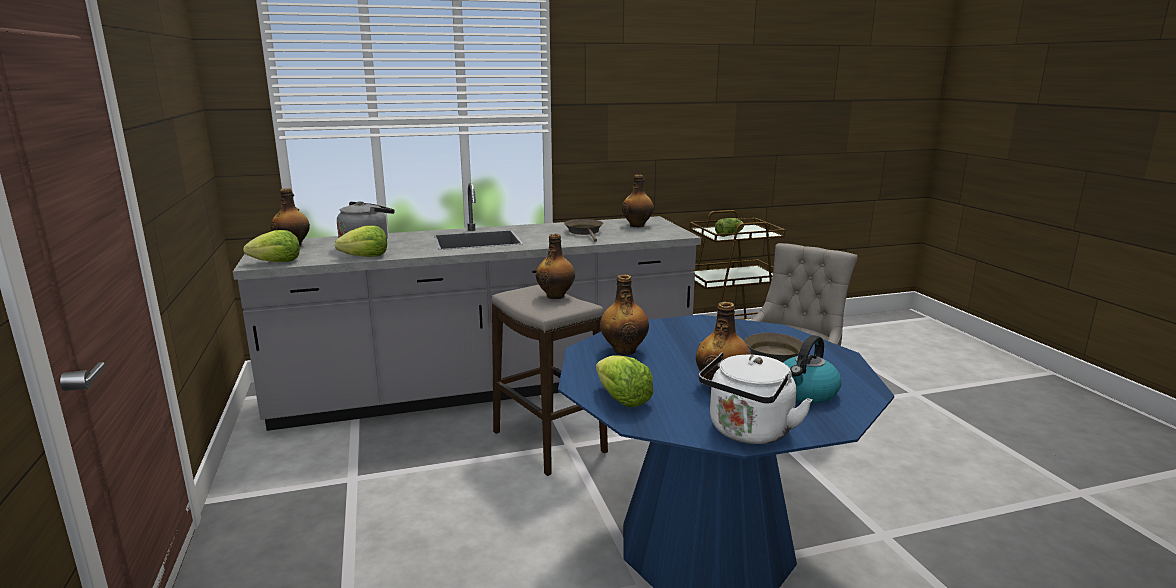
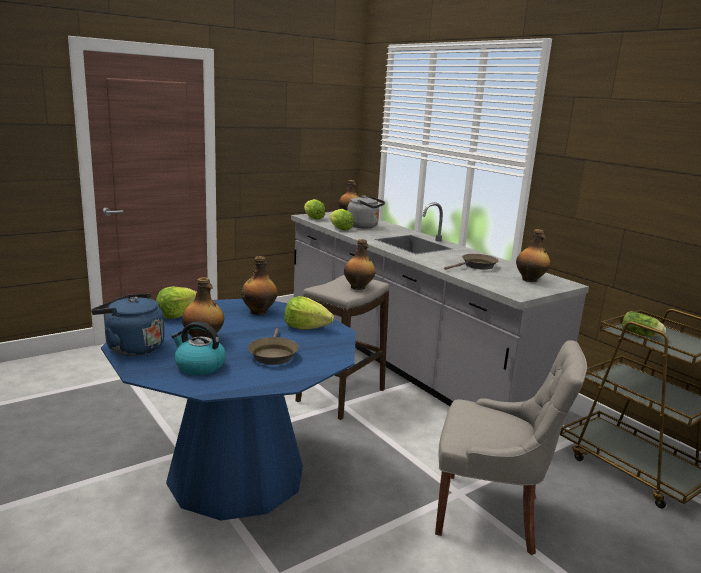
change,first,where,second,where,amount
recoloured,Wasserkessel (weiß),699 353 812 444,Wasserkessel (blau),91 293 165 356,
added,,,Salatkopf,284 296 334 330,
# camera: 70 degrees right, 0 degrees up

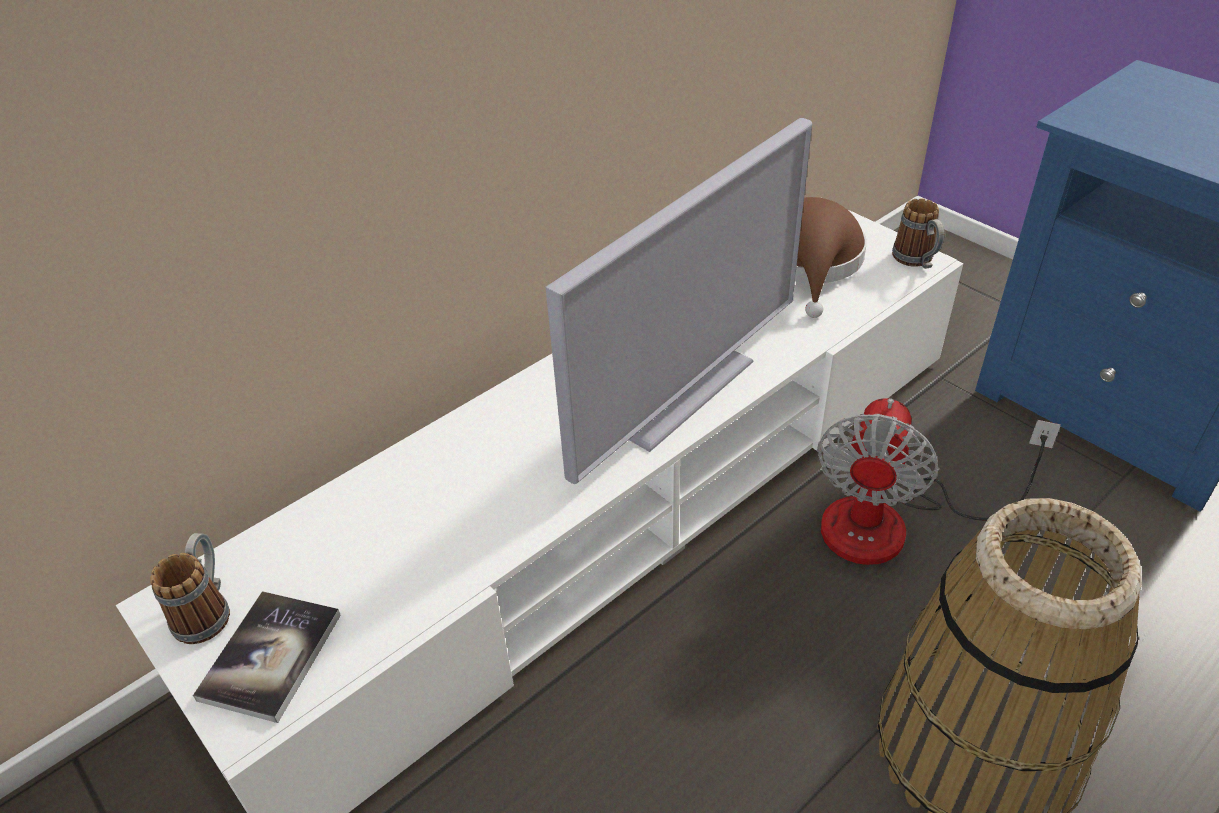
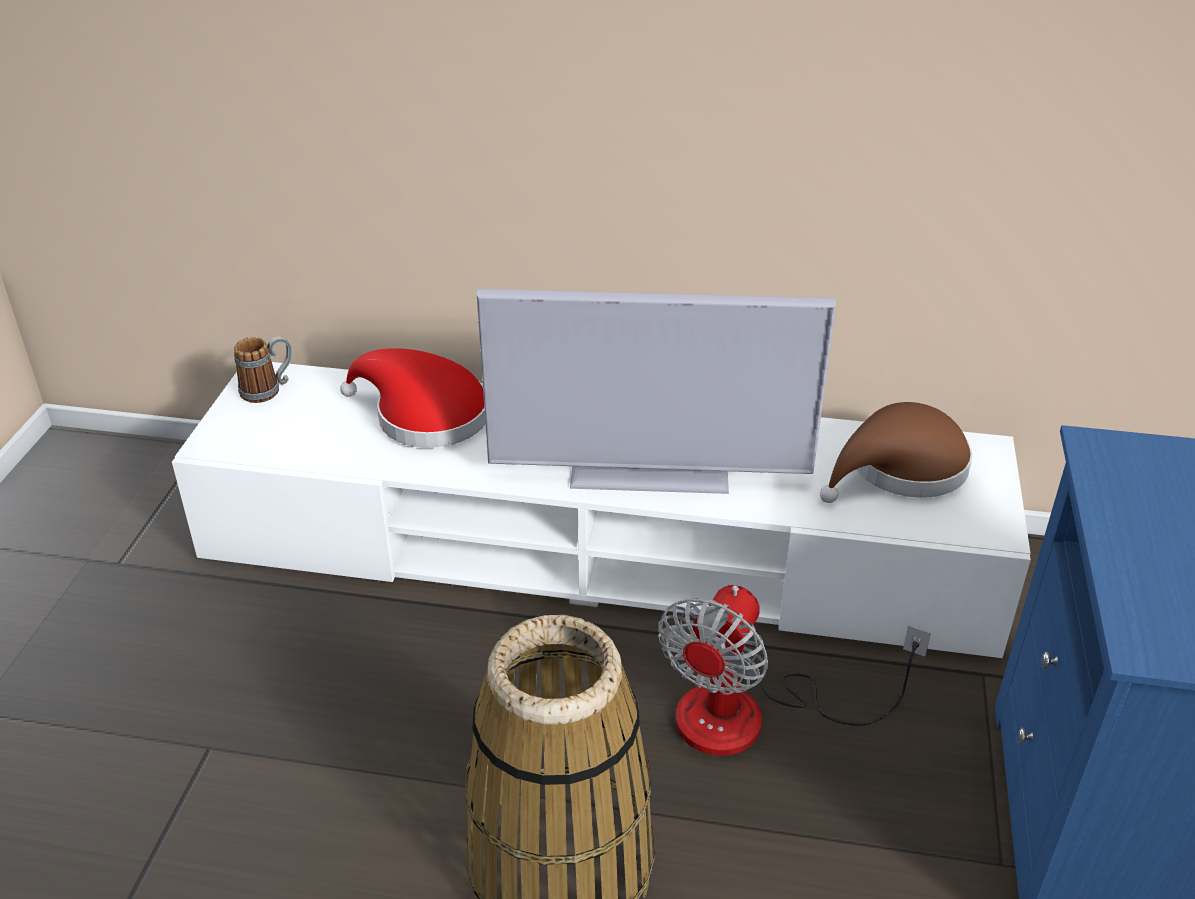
change,first,where,second,where,amount
added,,,Hut (rot),340 348 485 448,
turned,Ventilator,817 398 1061 565,,658 585 931 756,45 degrees counterclockwise
removed,Buch,193 591 341 723,,,
removed,Henkelbecher,892 198 944 269,,,
# camera: 50 degrees right, 5 degrees down

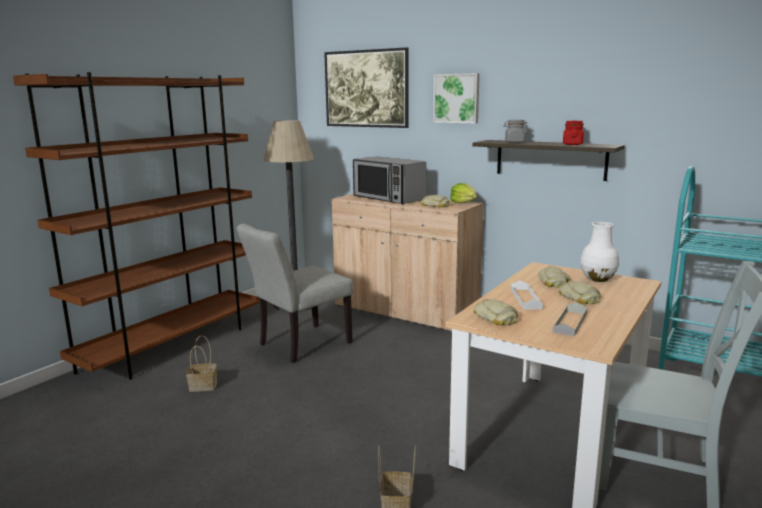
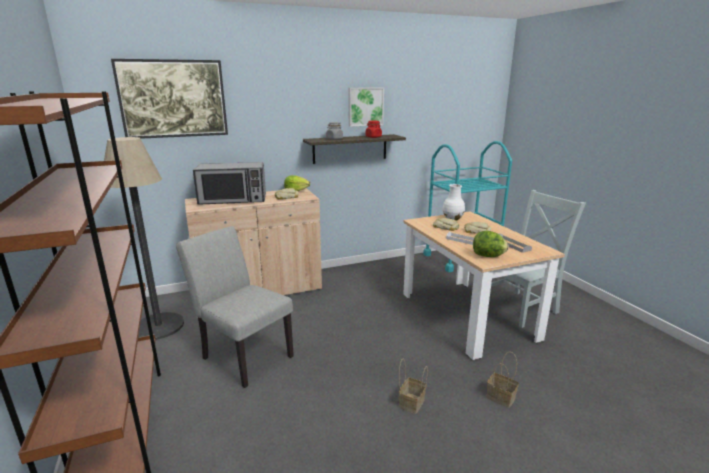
change,first,where,second,where,amount
turned,Stuhl (grau),237 224 353 363,,176 226 294 388,135 degrees clockwise
moved,Bild,433 73 480 124,,348 87 384 127,
moved,Korb,186 335 217 392,,399 359 428 414,
replaced,Brot,473 299 518 326,Salatkopf,473 231 509 257,
# camera: 55 degrees left, 5 degrees up

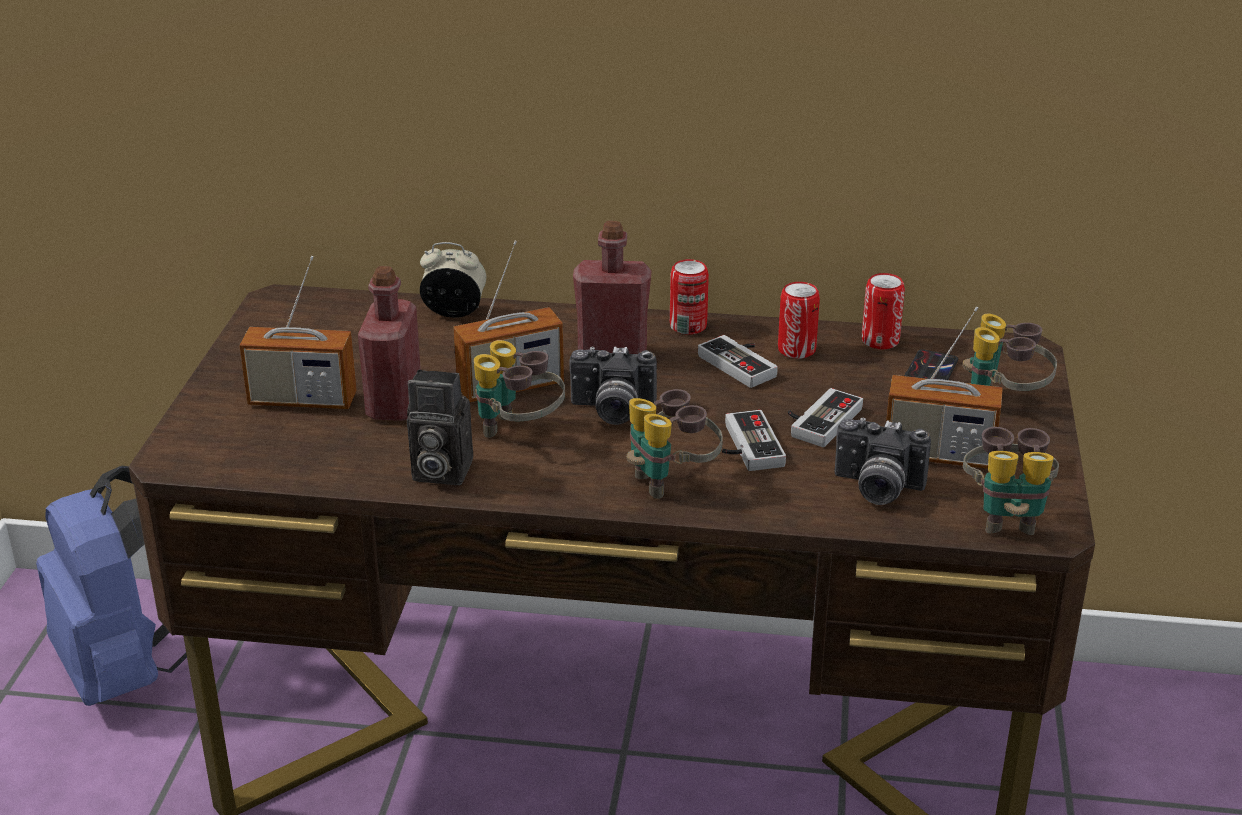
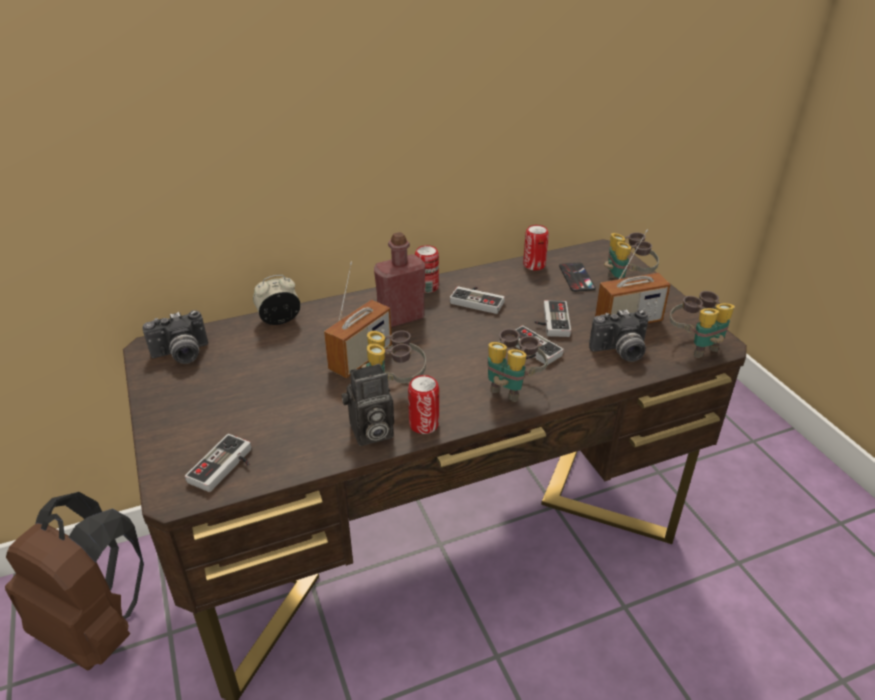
change,first,where,second,where,amount
recoloured,Rucksack (blau),36 466 187 706,Rucksack (braun),5 492 144 670,
moved,Kamera,569 347 657 425,,143 310 208 364,
added,,,Gamepad,185 434 251 492,
moved,Dose,778 282 820 359,,408 375 439 434,
removed,Radio,239 256 357 409,,,
removed,Flasche (rot),358 266 421 421,,,
# camera: 30 degrees left, 5 degrees up

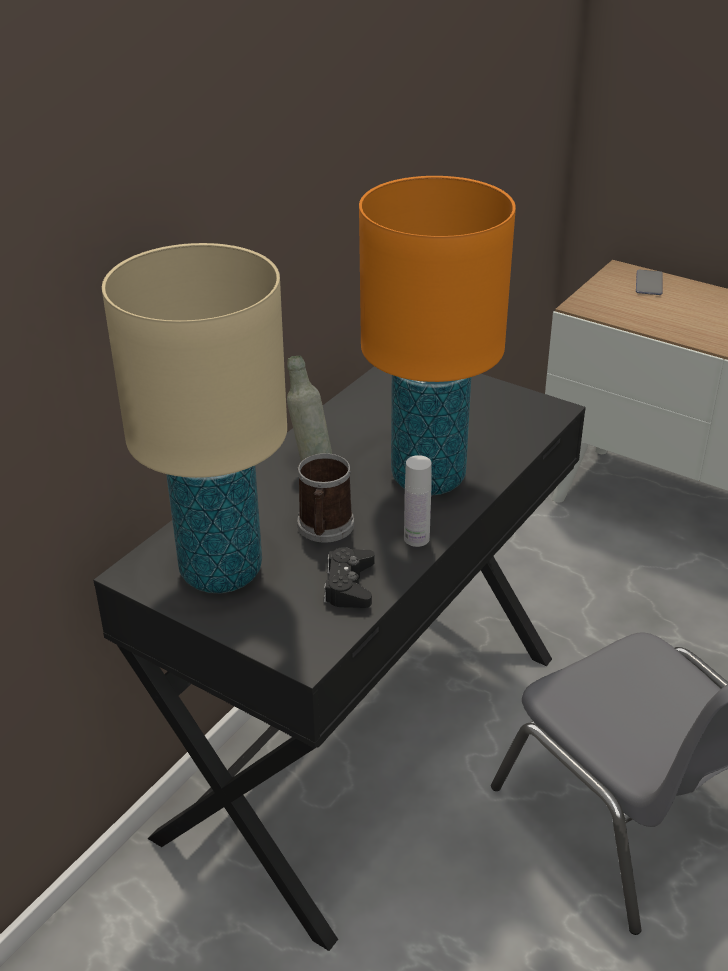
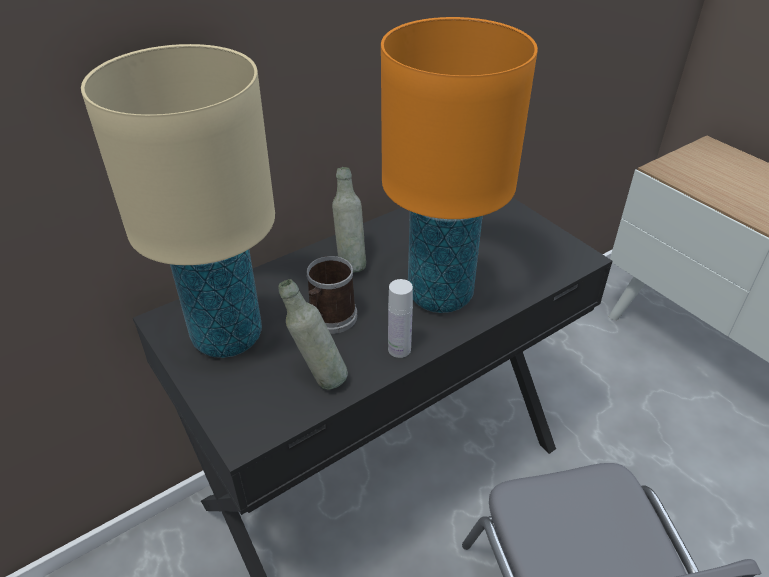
change,first,where,second,where,amount
replaced,Gamepad (schwarz),323 547 375 608,Flasche (grau),278 279 348 390,
removed,Handy,636 270 663 295,,,
# camera: 20 degrees right, 5 degrees up

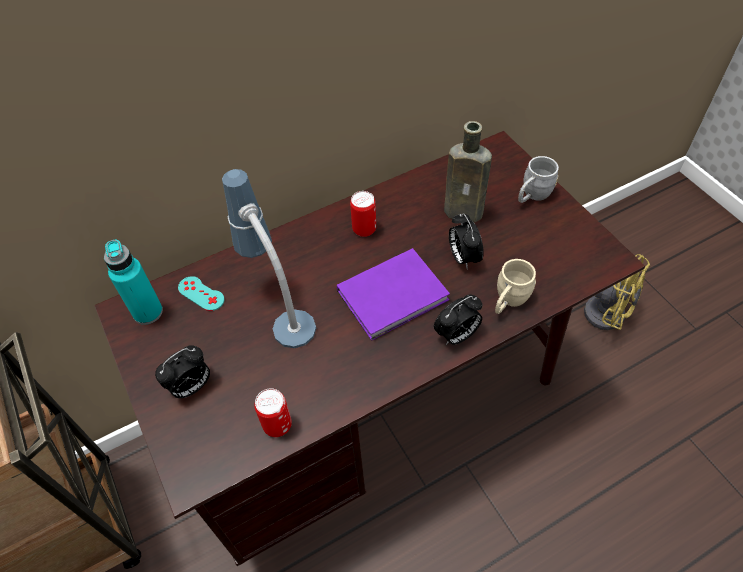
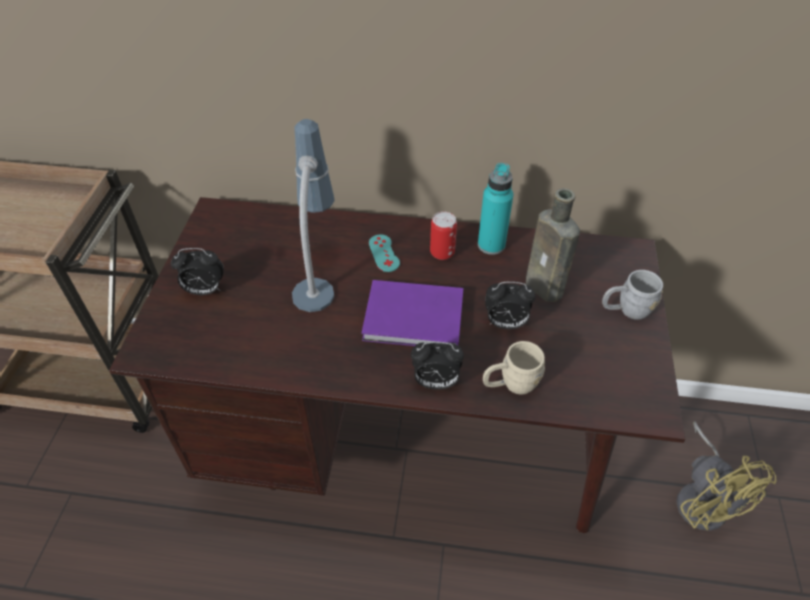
change,first,where,second,where,amount
moved,Gamepad (türkis),178 276 225 311,,369 234 400 272,
moved,Flasche (türkis),104 240 163 325,,478 163 513 255,
turned,Wecker,449 213 484 270,,485 282 535 329,105 degrees counterclockwise
removed,Dose,254 388 292 437,,,
# camera: 35 degrees right, 5 degrees down

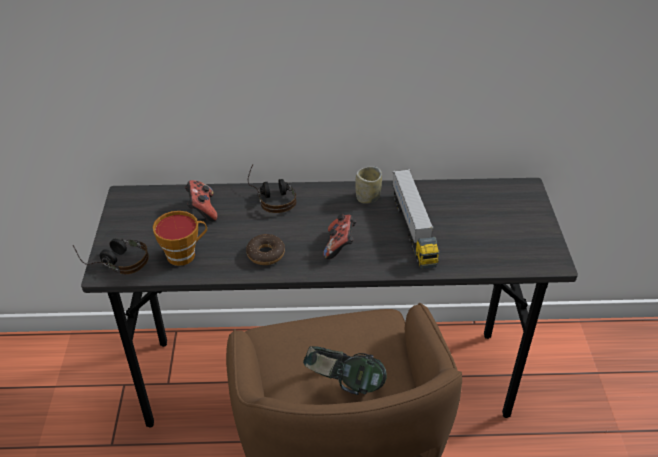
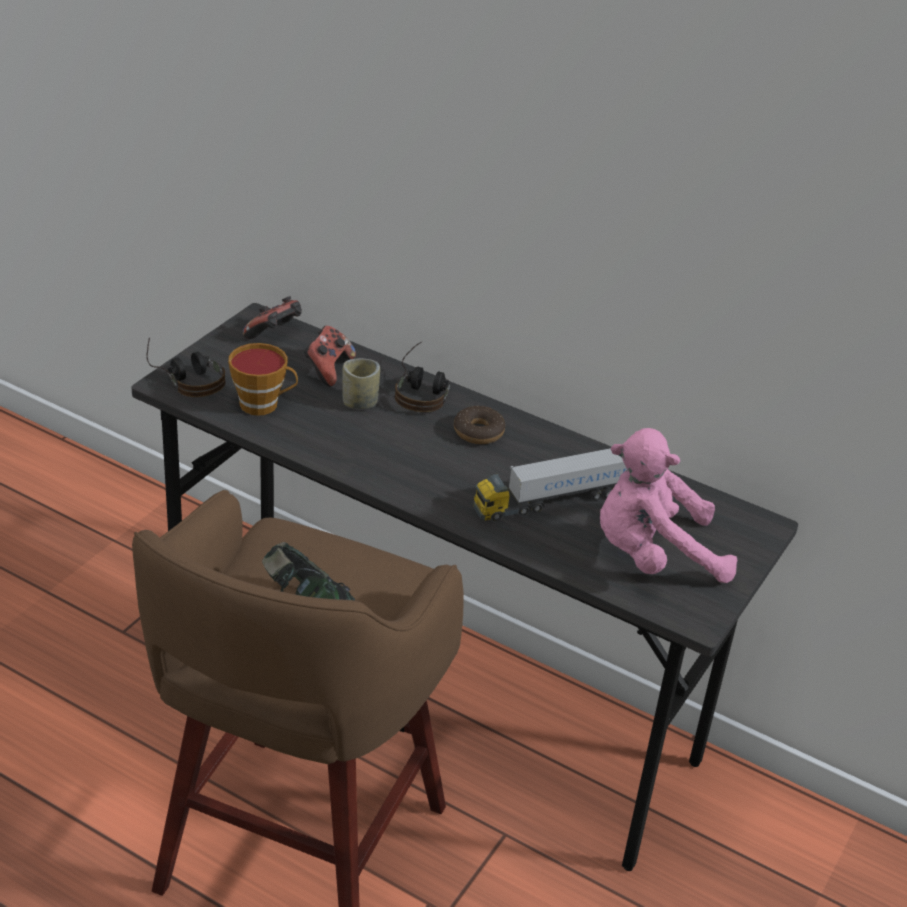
change,first,where,second,where,amount
moved,Gamepad,323 214 356 259,,243 296 302 339,
moved,Tasse,355 166 382 204,,342 359 380 409,
moved,Donut,246 234 285 265,,454 406 506 444,
turned,Spielzeuglaster,392 169 439 269,,473 448 627 521,45 degrees clockwise
added,,,Plüschtier (rosa),600 428 738 583,
# camera: 30 degrees right, 5 degrees down

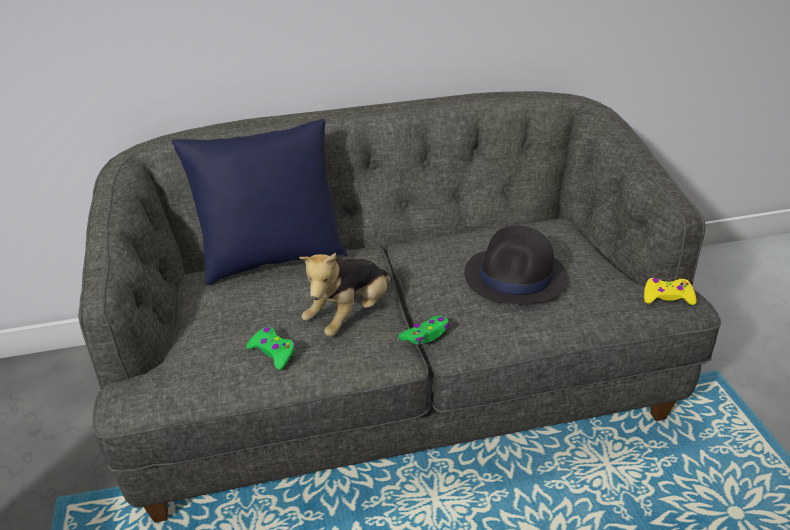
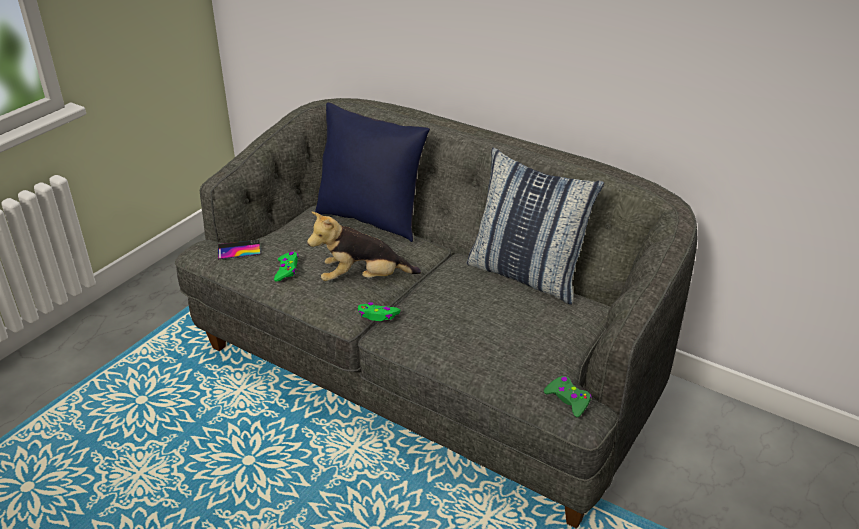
change,first,where,second,where,amount
added,,,Handy,218 240 260 259,
added,,,Kissen,467 147 604 305,
recoloured,Gamepad (gelb),644 278 696 305,Gamepad (grün),544 376 592 417,
removed,Hut (schwarz),464 225 568 304,,,
# camera: 45 degrees right, 0 degrees up

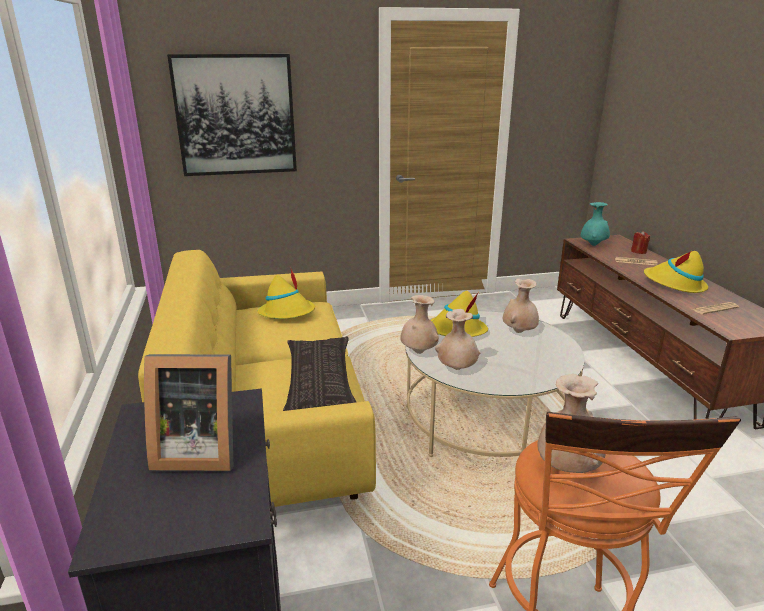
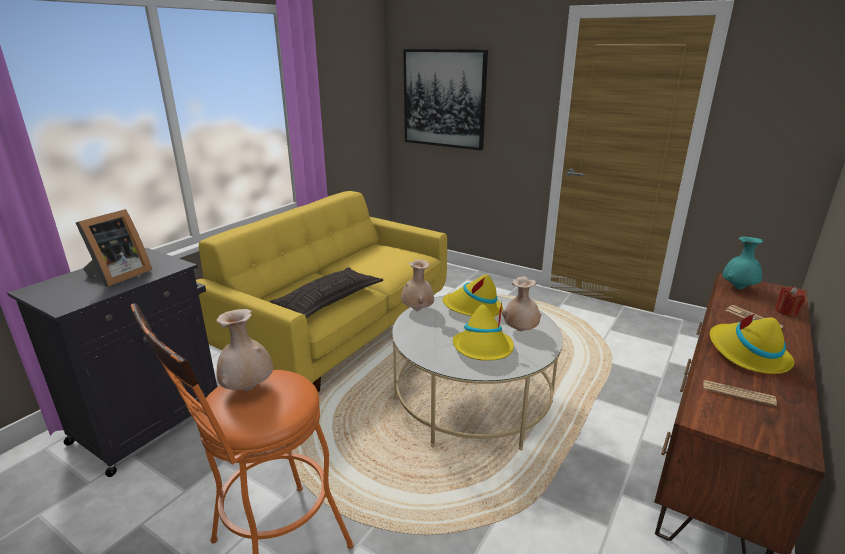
change,first,where,second,where,amount
turned,Bilderrahmen,144 354 233 471,,76 209 152 287,105 degrees counterclockwise
moved,Hut (gelb),258 269 315 319,,453 302 514 361,
removed,Vase (beige),435 309 480 370,,,
# camera: 45 degrees right, 0 degrees up

